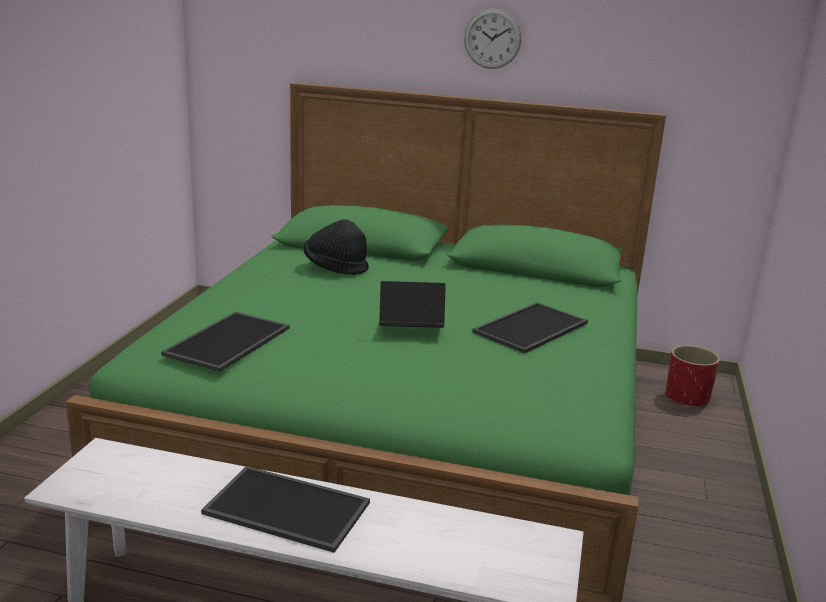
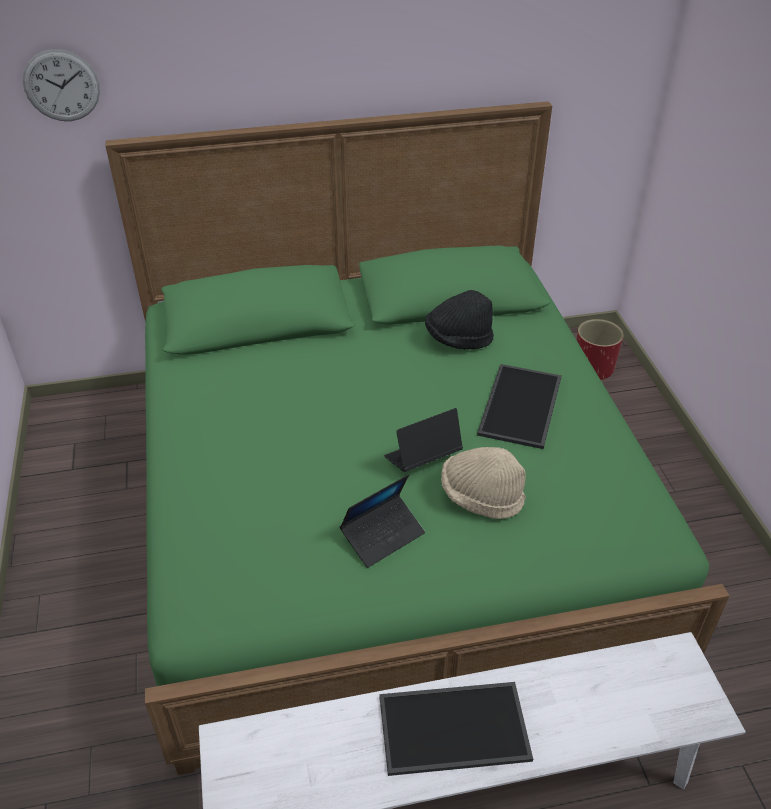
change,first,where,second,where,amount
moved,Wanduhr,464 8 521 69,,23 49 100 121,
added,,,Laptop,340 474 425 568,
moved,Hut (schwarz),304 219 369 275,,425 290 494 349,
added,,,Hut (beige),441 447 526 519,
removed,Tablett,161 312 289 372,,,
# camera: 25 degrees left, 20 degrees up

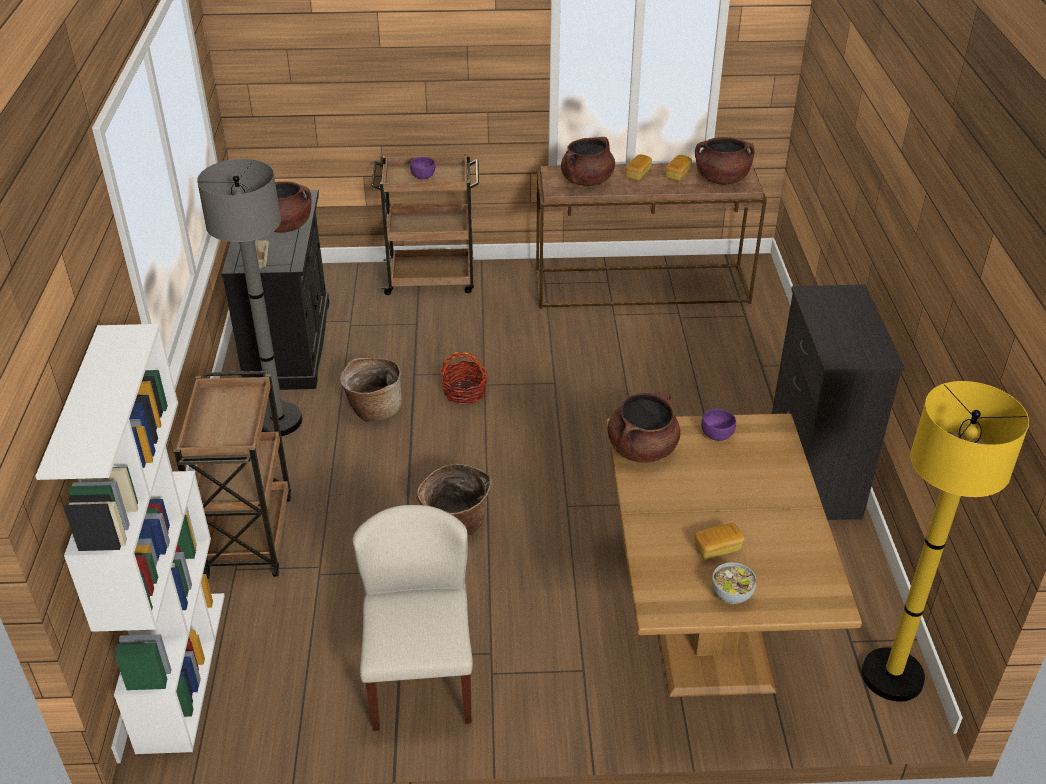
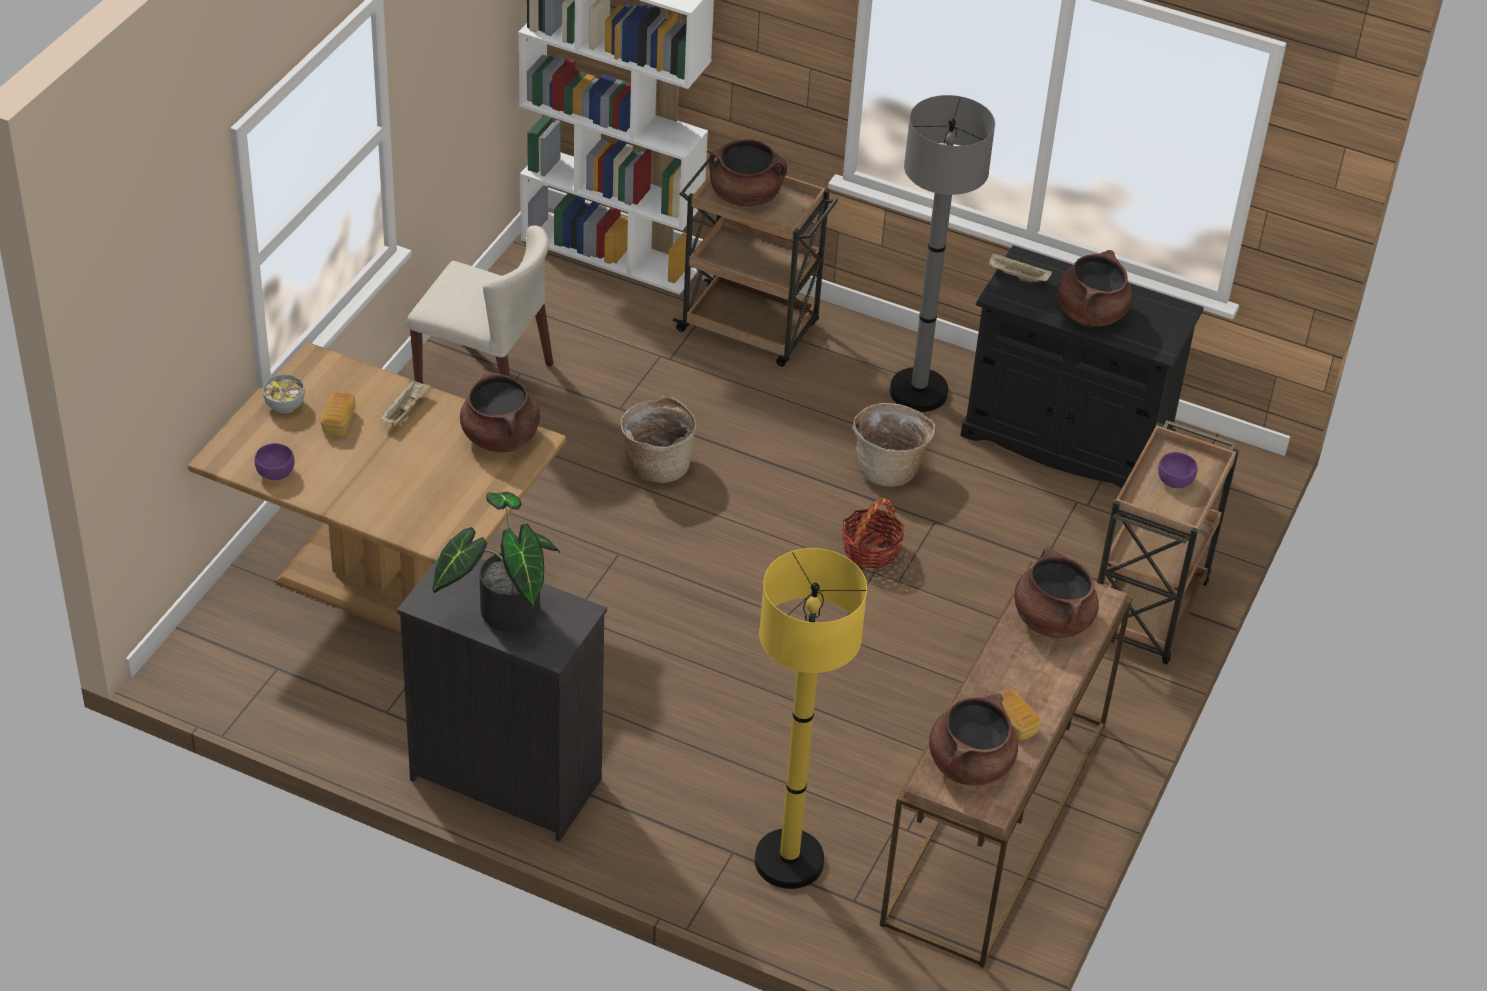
change,first,where,second,where,amount
moved,Schüssel (lila),701 409 736 441,,254 443 295 480,
added,,,Tablett (beige),380 380 430 425,
added,,,Topfpflanze,433 492 560 632,
added,,,Kochtopf (braun),709 139 787 207,
moved,Stehlampe (gelb),861 381 1029 701,,754 548 867 889,
removed,Brot,626 154 652 180,,,
# camera: 115 degrees right, 5 degrees up

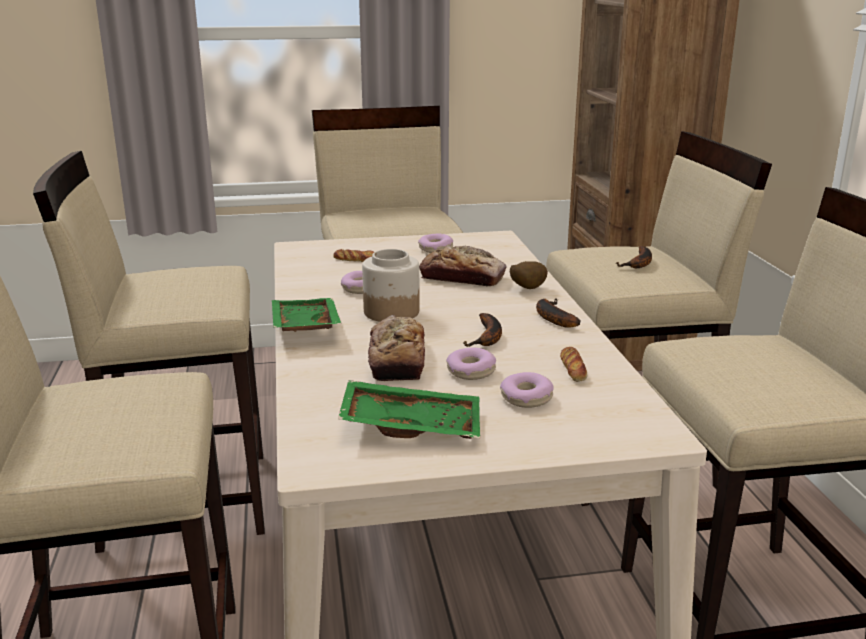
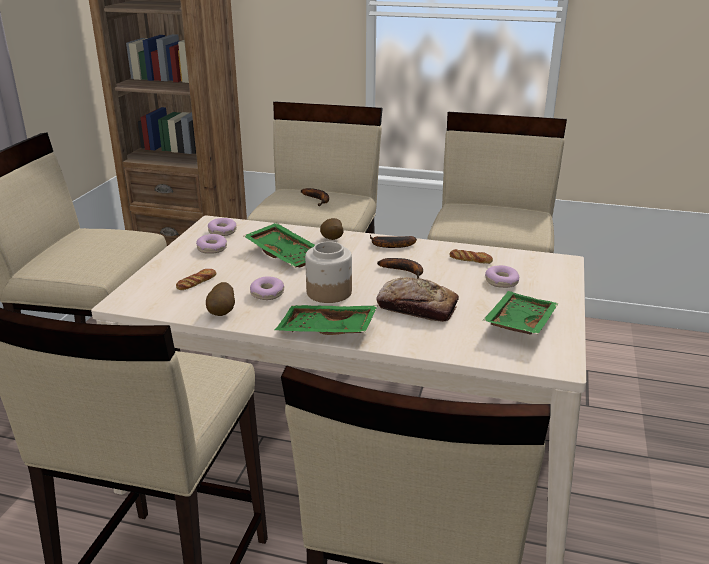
change,first,where,second,where,amount
added,,,Kartoffel,206 282 235 316,
moved,Donut,446 348 496 380,,208 218 237 236,
replaced,Brot,419 246 506 286,Tablett (grün),244 223 315 268,
# camera: 65 degrees left, 5 degrees up

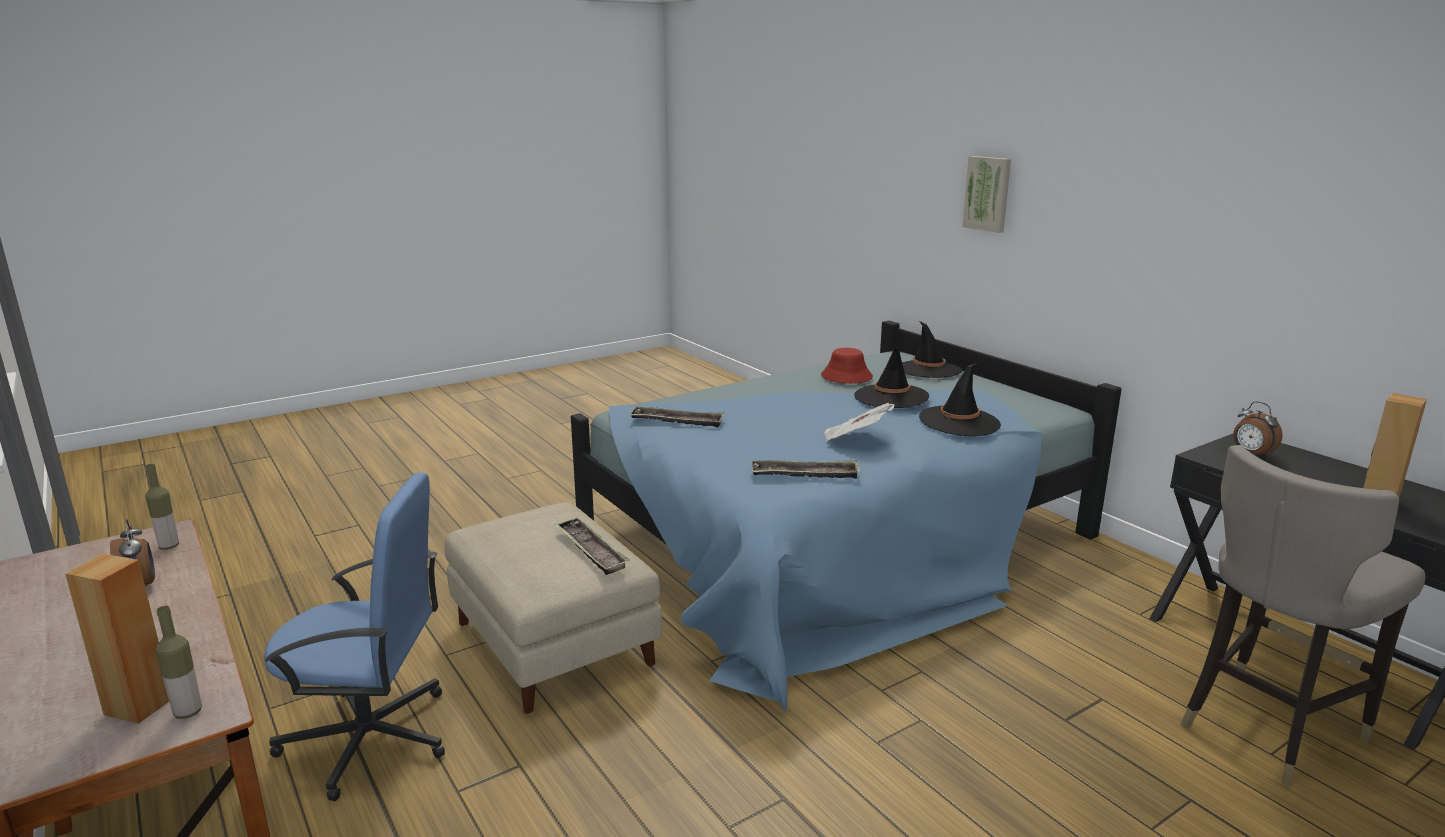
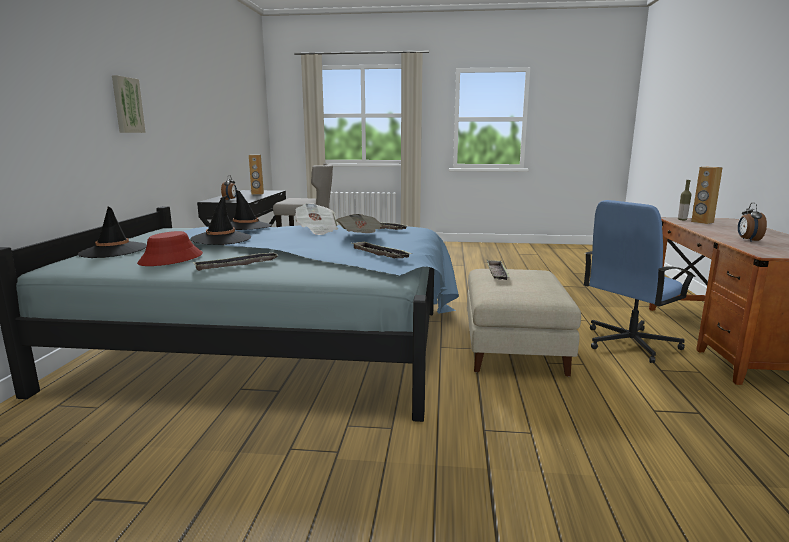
change,first,where,second,where,amount
moved,Bild,962 156 1011 233,,112 75 146 133,
added,,,Tablett,193 253 278 271,
added,,,Zeitung,336 214 383 233,
turned,Bürostuhl (blau),264 473 445 801,,584 200 696 363,75 degrees counterclockwise
removed,Flasche,145 464 179 550,,,
# camera: 140 degrees left, 5 degrees down

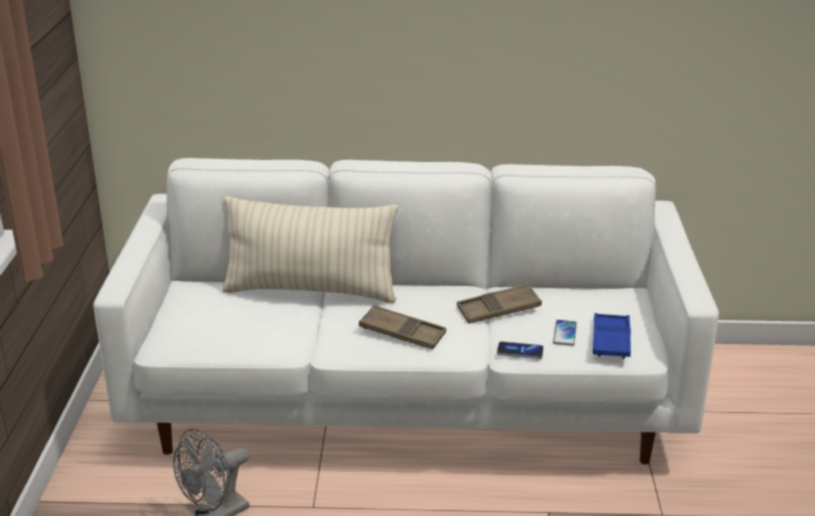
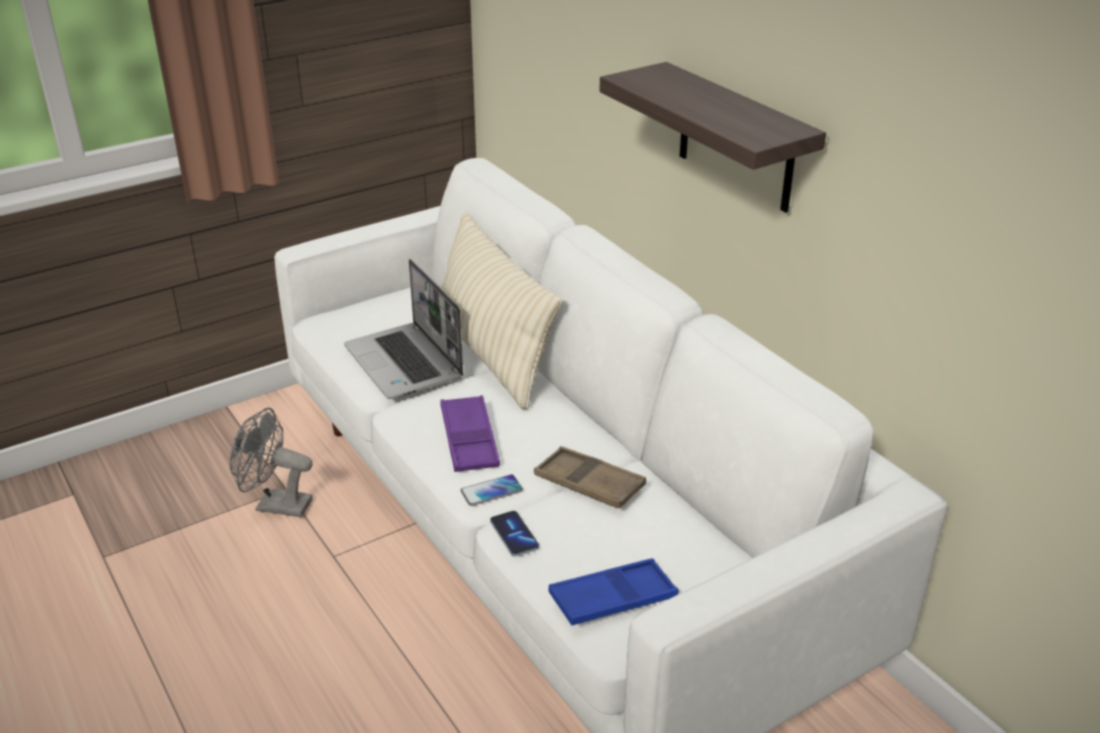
change,first,where,second,where,amount
added,,,Laptop,344 259 464 399,
recoloured,Tablett (braun),359 305 446 350,Tablett (lila),440 395 500 472,
moved,Handy,553 320 577 346,,460 474 523 506,
added,,,Wandregal,599 62 826 213,
# camera: 55 degrees right, 5 degrees up

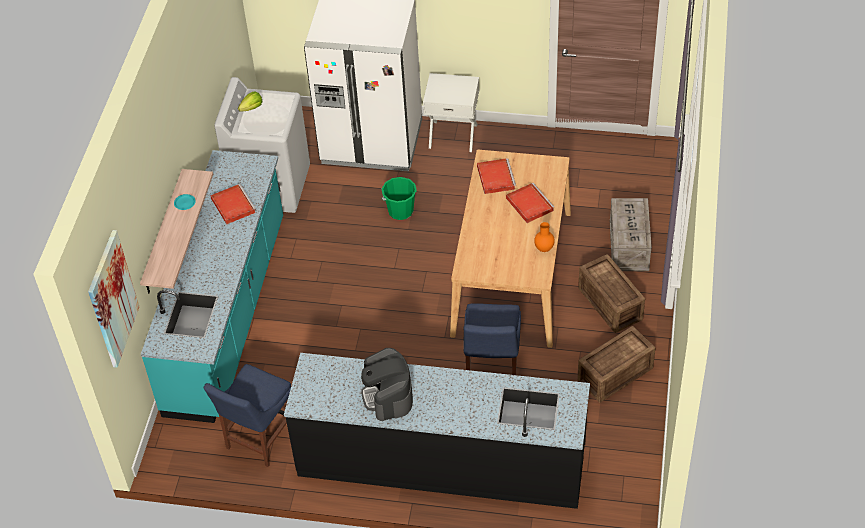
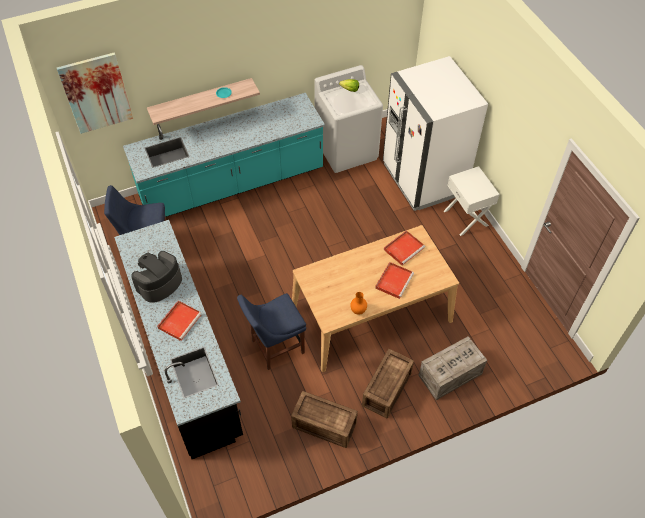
change,first,where,second,where,amount
moved,Tablett (rot),210 184 256 225,,157 301 202 341,
removed,Eimer (grün),382 177 417 220,,,
# camera: 55 degrees right, 5 degrees up

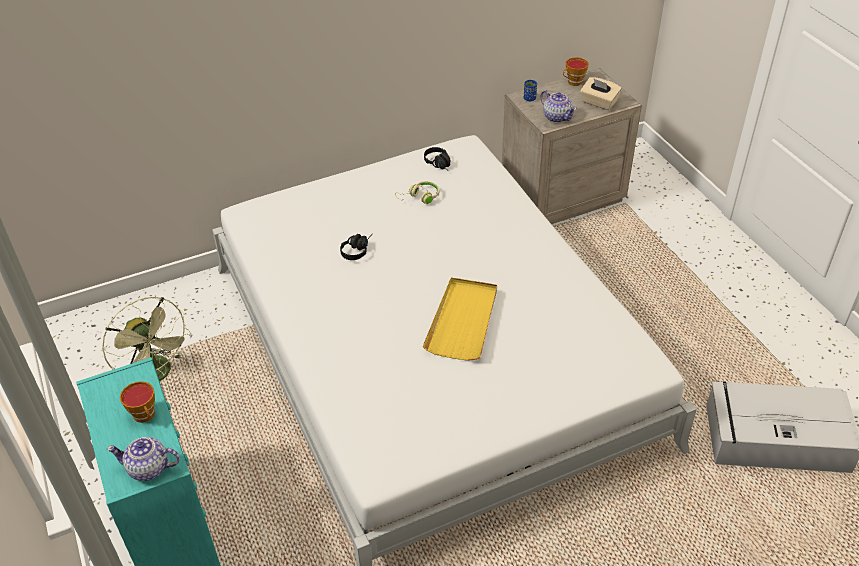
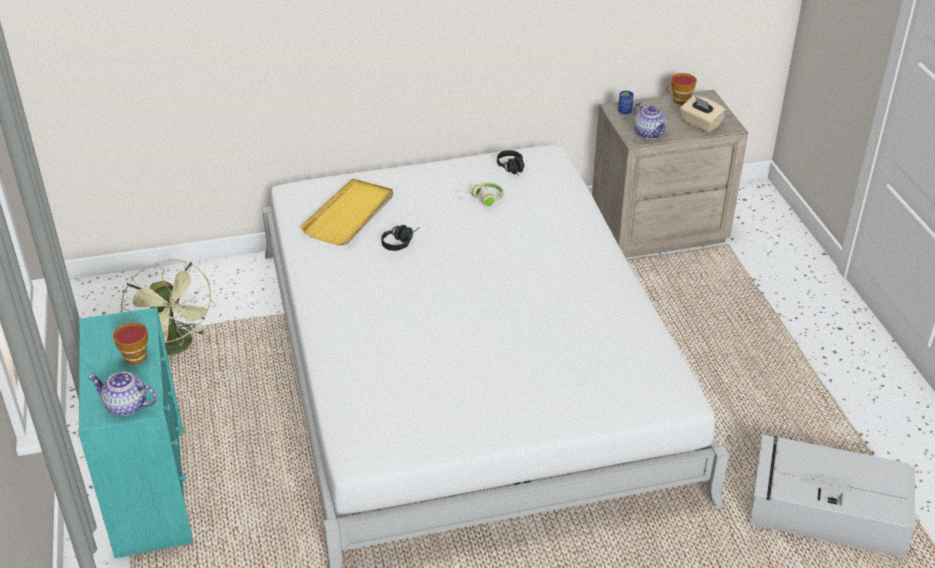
change,first,where,second,where,amount
moved,Tablett (gelb),423 277 497 361,,300 179 393 245,
# camera: 10 degrees right, 5 degrees down

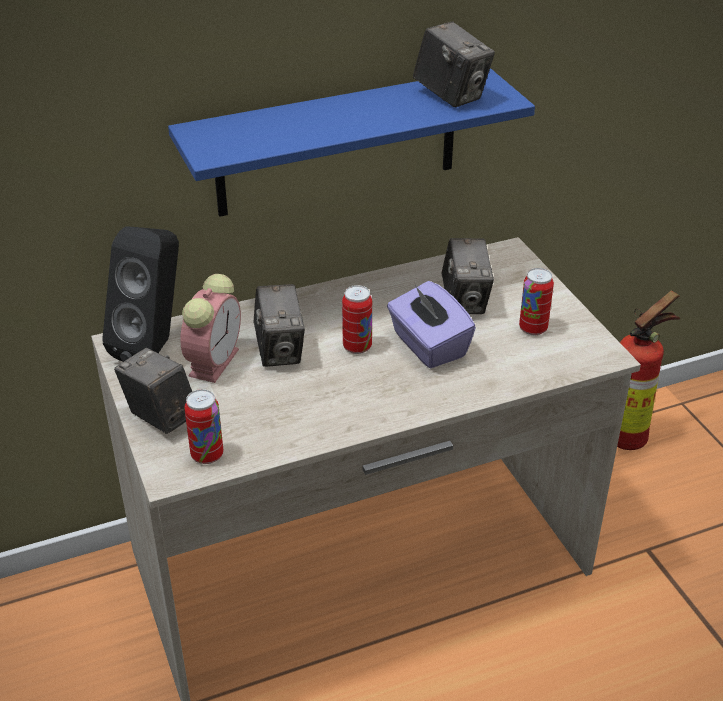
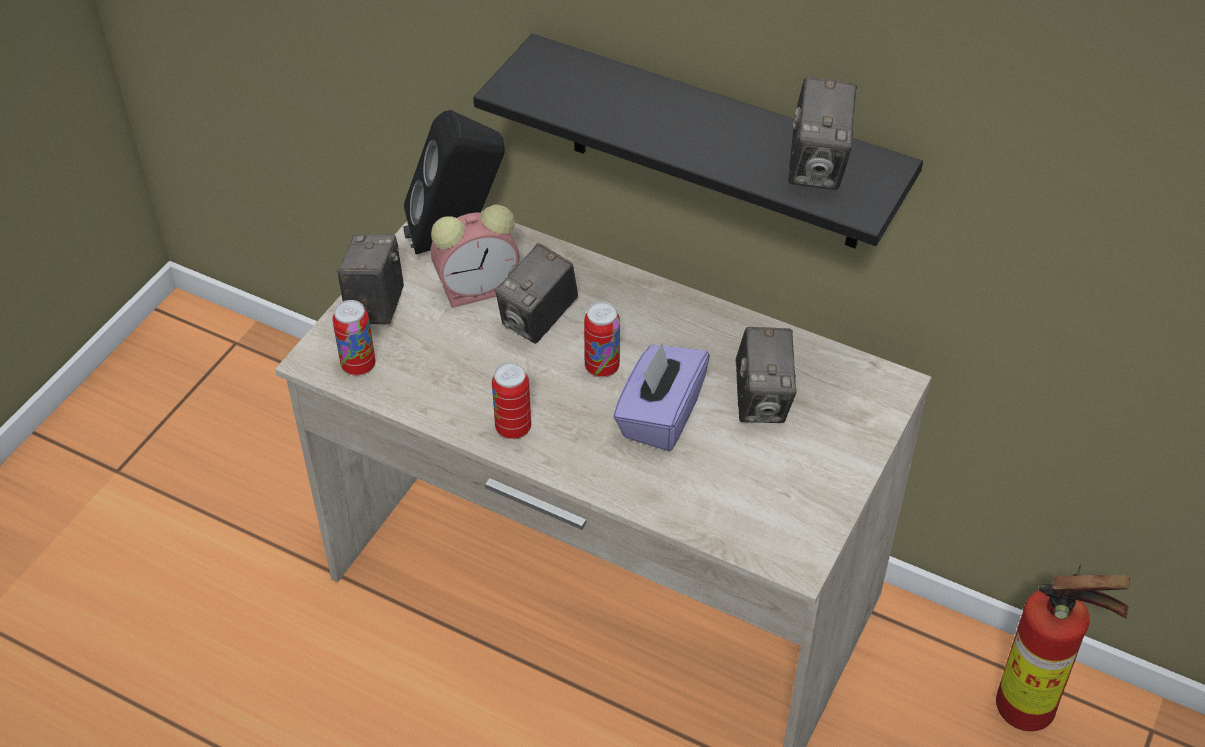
change,first,where,second,where,amount
recoloured,Wandregal (blau),168 68 535 217,Wandregal (schwarz),473 34 923 248,
moved,Dose,519 268 554 335,,492 362 531 439,
turned,Kamera,441 238 494 314,,735 327 797 423,45 degrees counterclockwise
# camera: 50 degrees right, 10 degrees up

